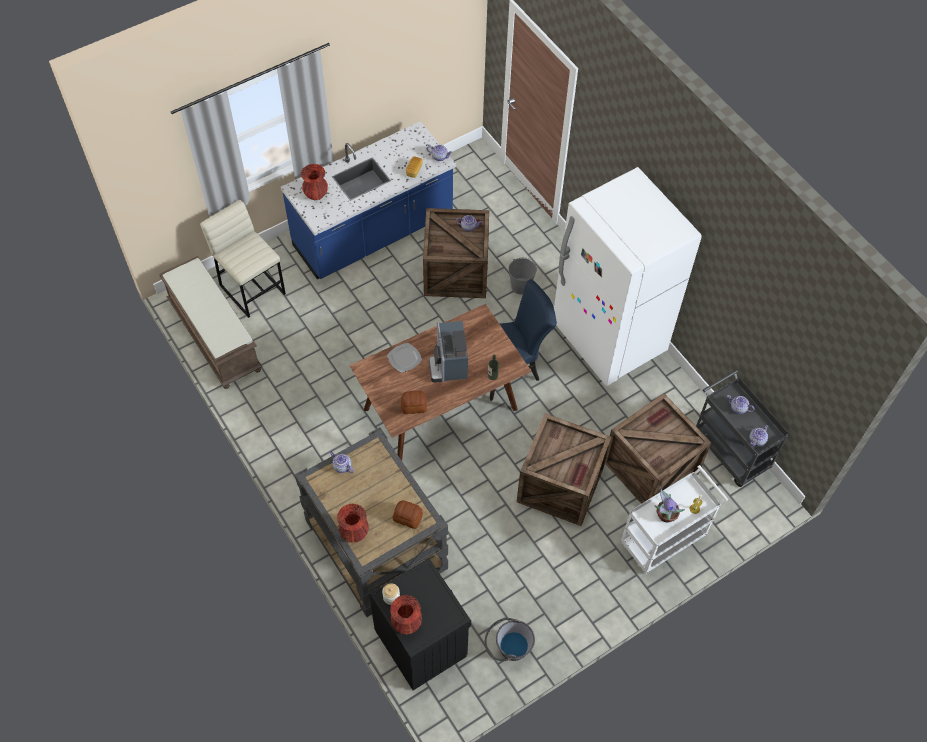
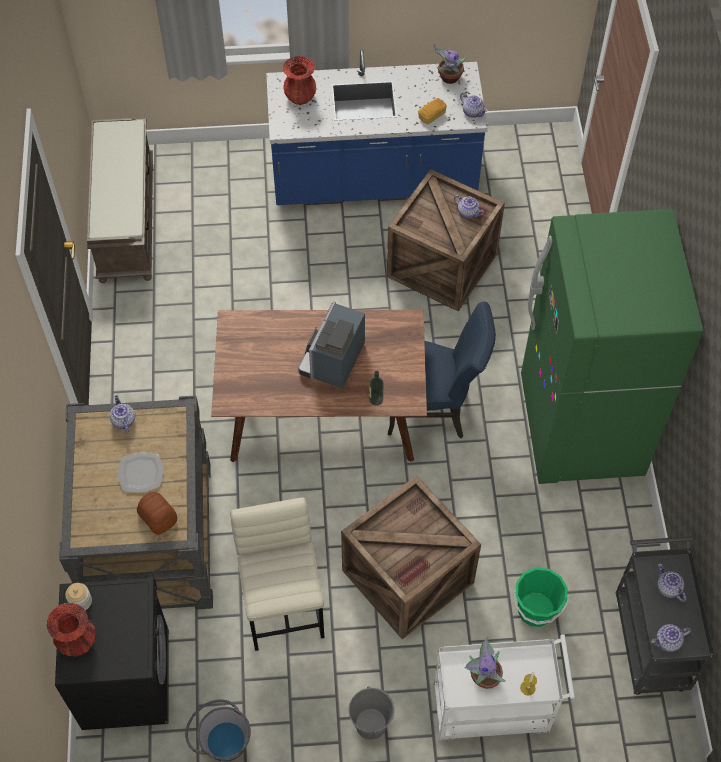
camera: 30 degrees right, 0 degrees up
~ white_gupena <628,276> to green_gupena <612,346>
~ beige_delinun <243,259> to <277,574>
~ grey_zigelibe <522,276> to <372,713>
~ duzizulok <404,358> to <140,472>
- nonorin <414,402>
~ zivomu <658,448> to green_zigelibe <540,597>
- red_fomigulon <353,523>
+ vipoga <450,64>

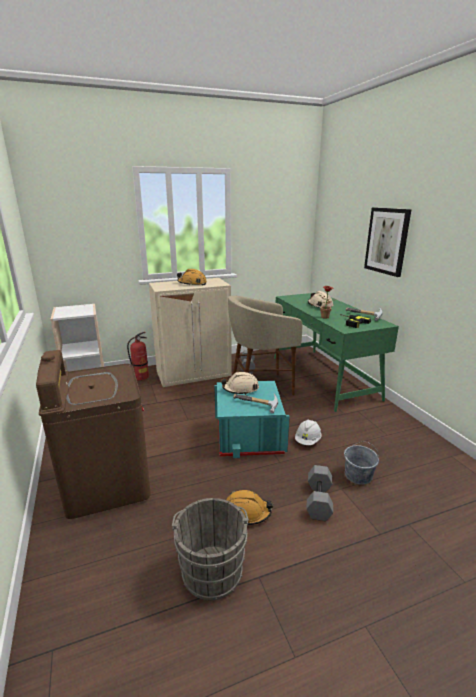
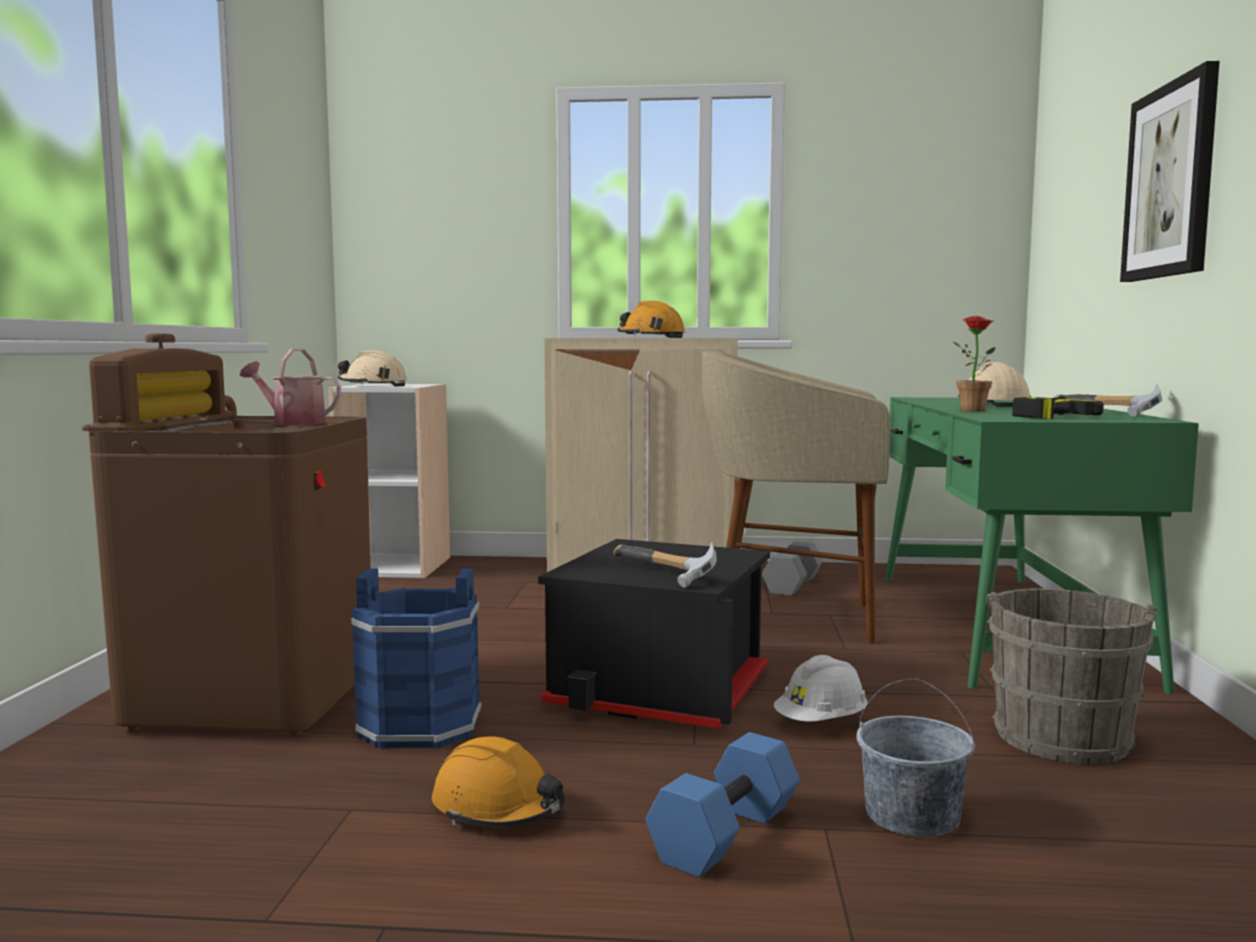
camera: 25 degrees right, 15 degrees down
- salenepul <138,356>
~ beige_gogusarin <240,383> to <372,368>
~ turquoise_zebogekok <252,419> to black_zebogekok <654,633>
~ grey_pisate <319,493> to blue_pisate <722,804>
~ grey_zigelibe <210,549> to <1071,676>
+ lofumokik <290,386>
+ blue_zigelibe <416,658>

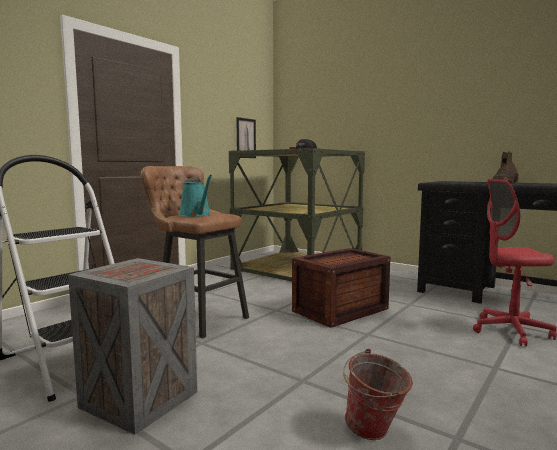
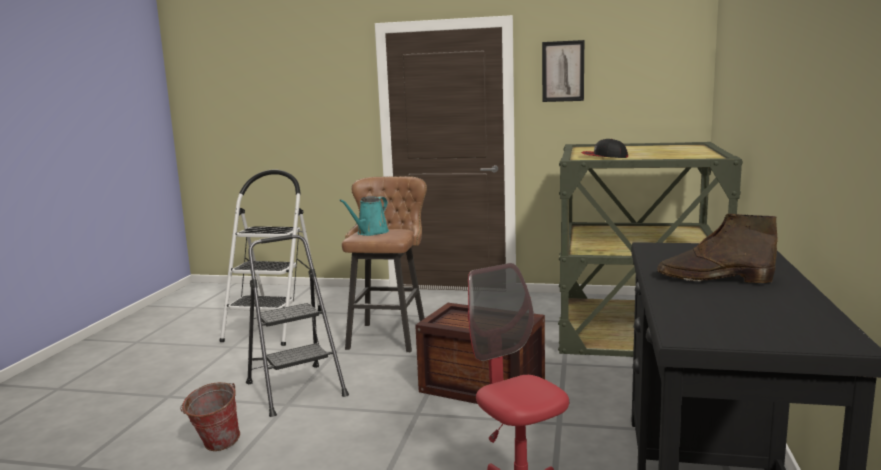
camera: 65 degrees right, 5 degrees up
~ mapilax <246,137> to <563,71>
- zivomu <132,346>
+ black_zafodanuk <297,326>

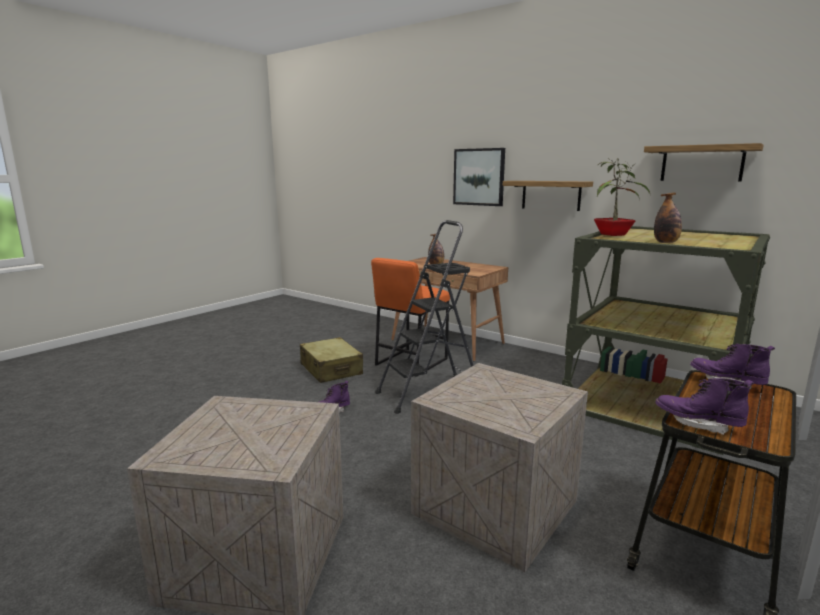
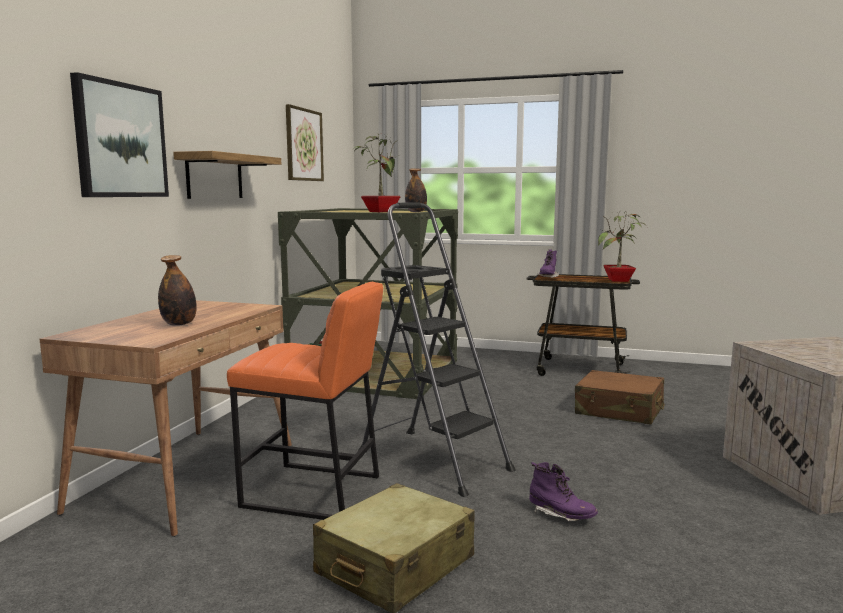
camera: 110 degrees left, 5 degrees down
~ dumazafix <704,162> to mapilax <305,142>
~ zivomu <499,467> to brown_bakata <620,397>
~ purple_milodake <704,406> to vipoga <622,247>

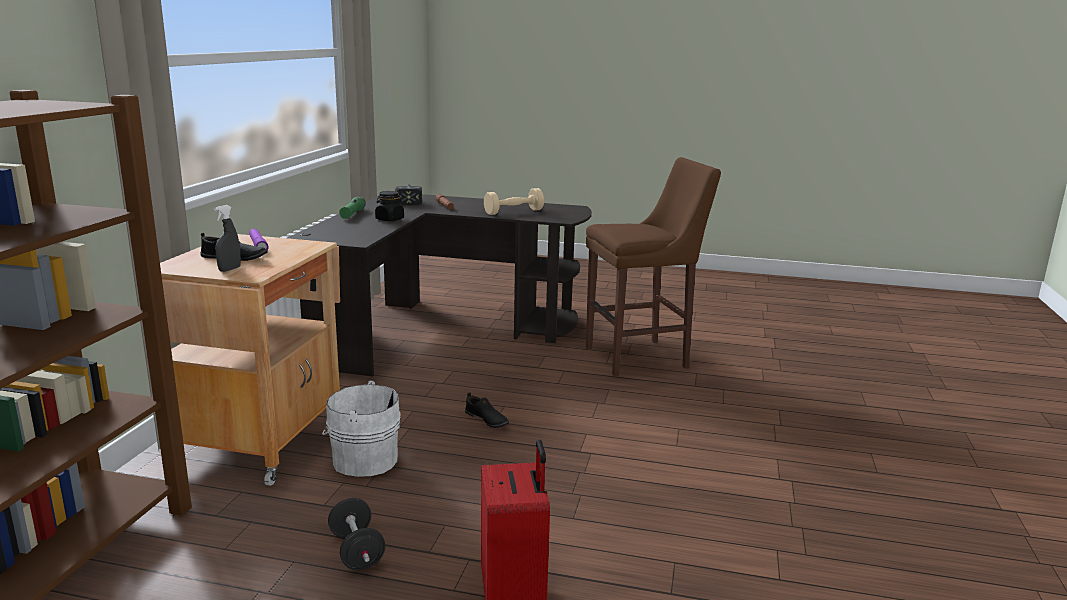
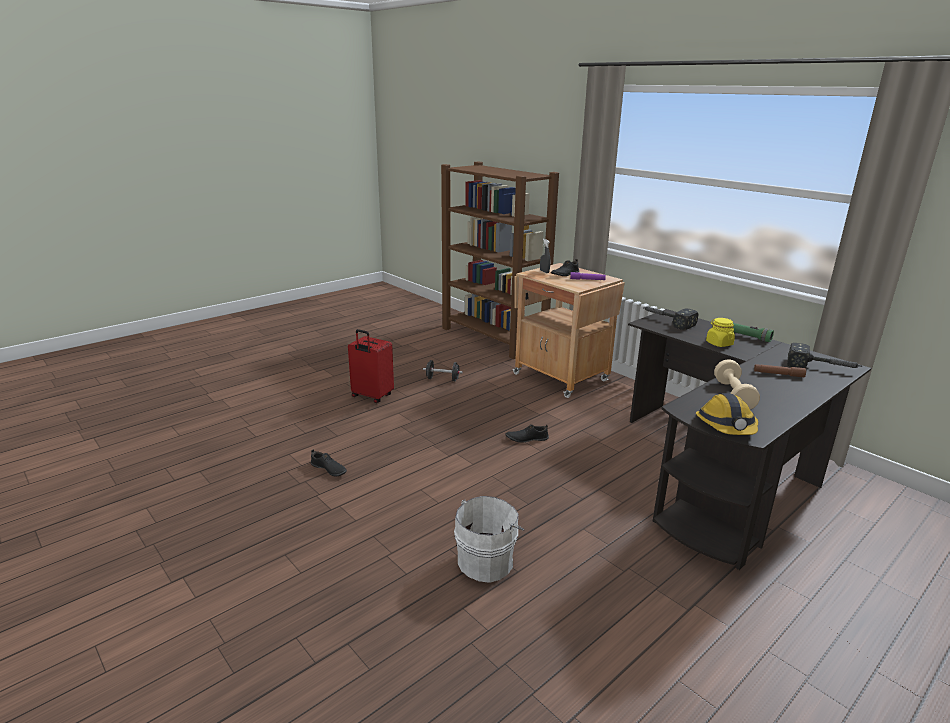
camera: 125 degrees right, 5 degrees up
- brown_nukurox <653,266>
~ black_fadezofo <389,206> to yellow_fadezofo <720,332>
~ white_zigelibe <361,429> to <489,539>
+ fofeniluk <670,318>
+ gogusarin <727,414>
+ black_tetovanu <329,462>

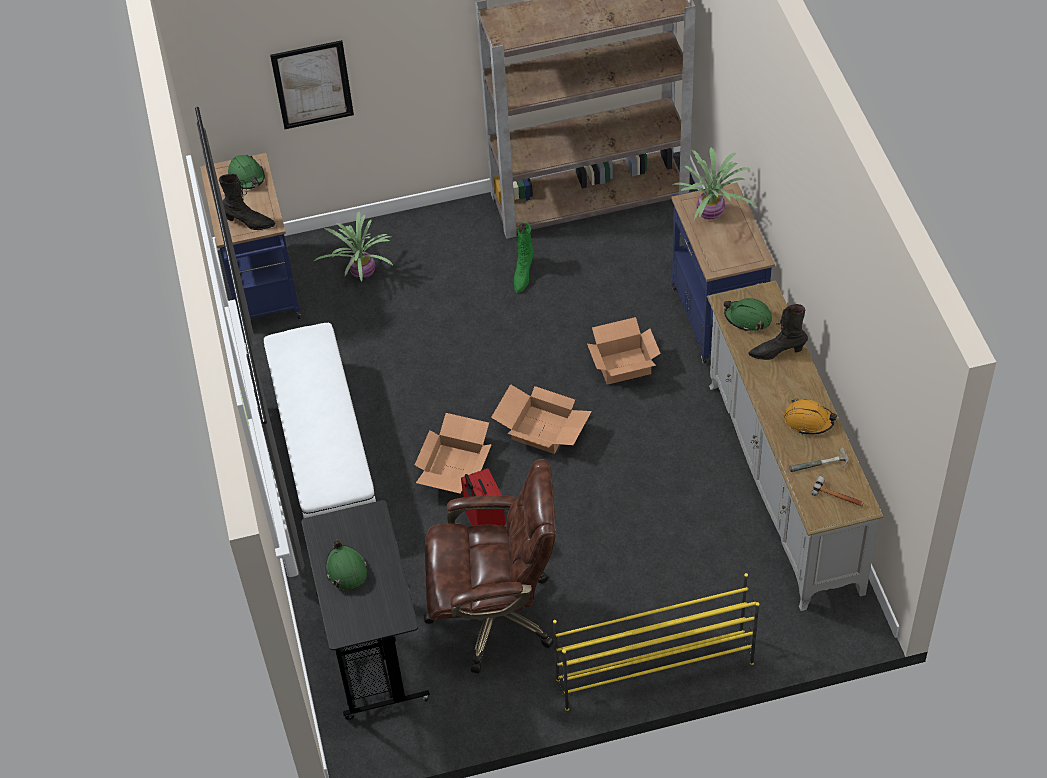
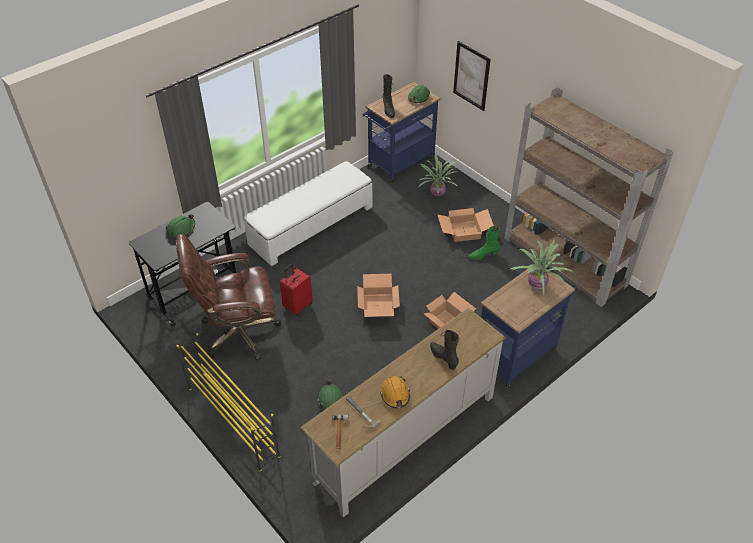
camera: 60 degrees right, 5 degrees down
~ green_gogusarin <748,314> to <330,394>
~ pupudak <453,453> to <465,225>
~ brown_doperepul <490,566> = <228,297> 105 degrees clockwise

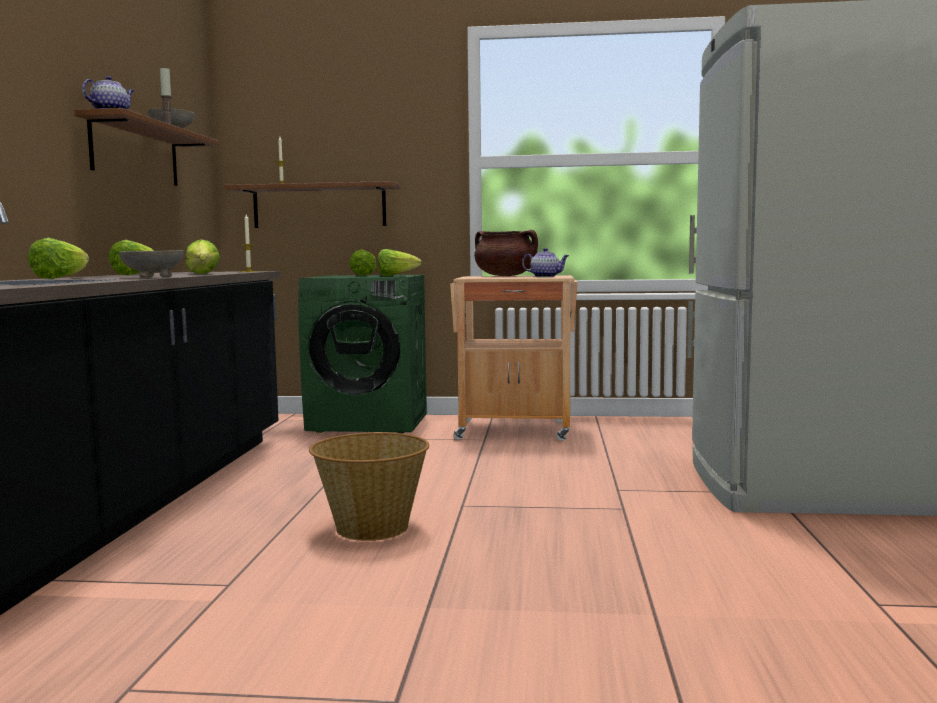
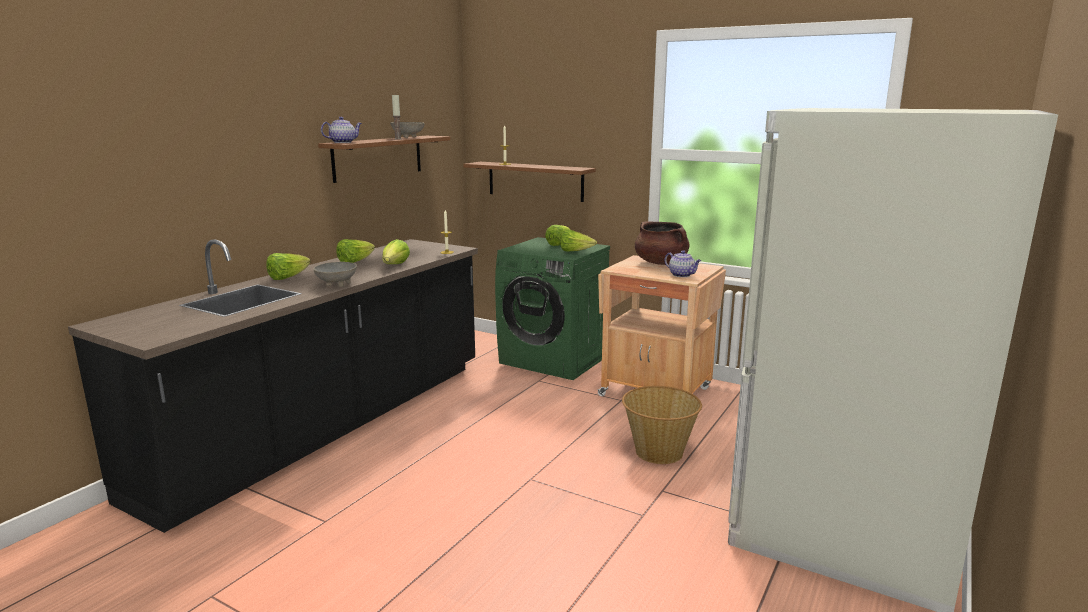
camera: 25 degrees right, 10 degrees up
~ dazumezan <369,486> to <662,425>

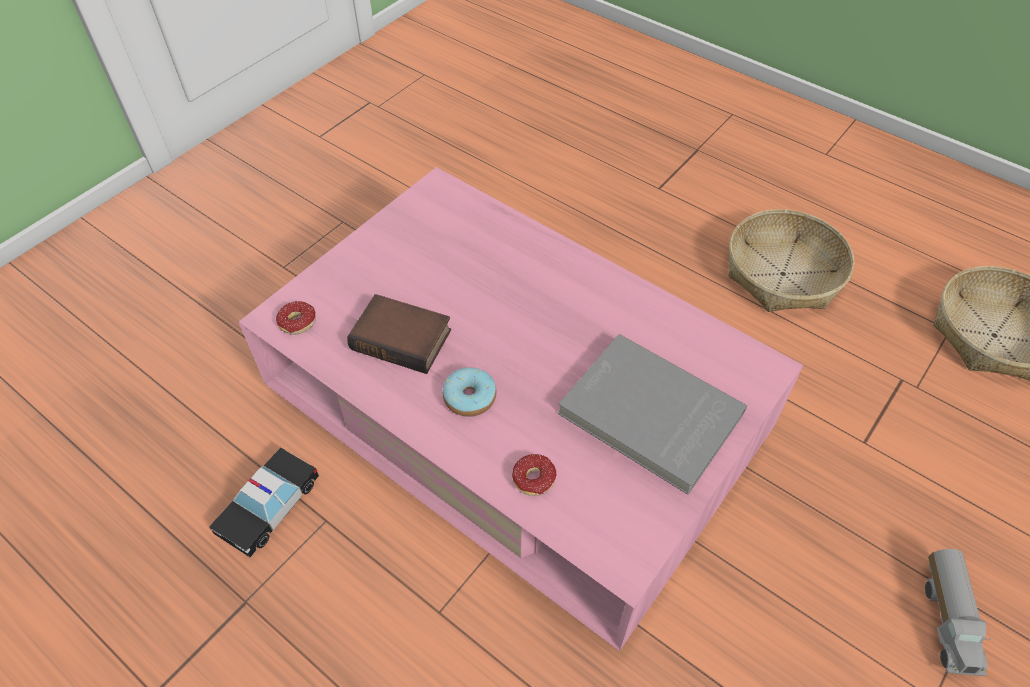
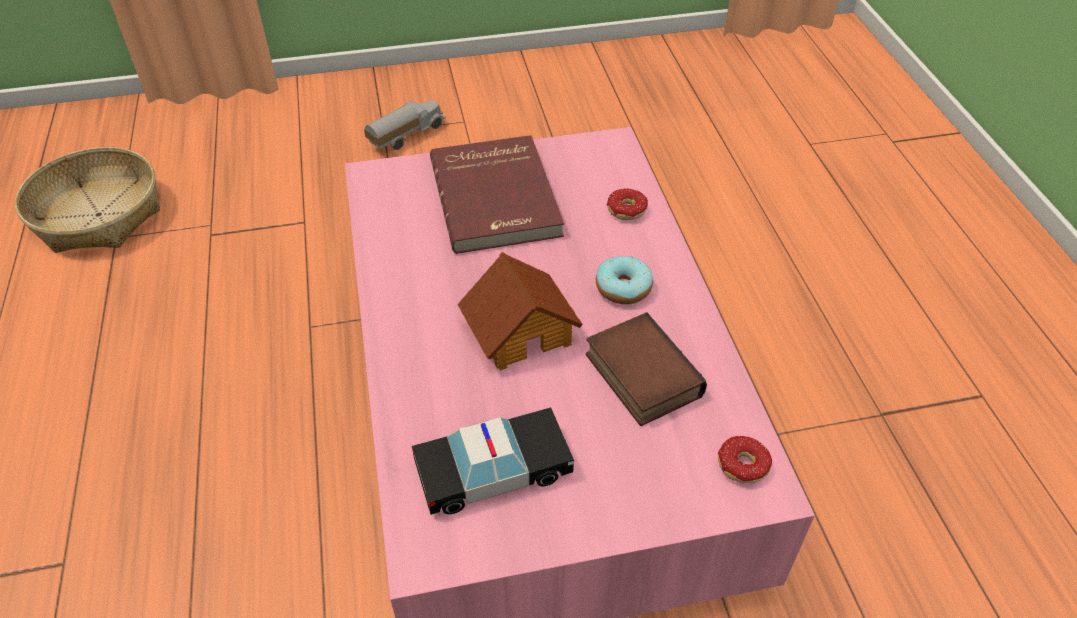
camera: 140 degrees left, 5 degrees down
- dazumezan <791,260>
~ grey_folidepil <652,414> to red_folidepil <497,194>
~ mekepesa <264,502> to <493,461>
+ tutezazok <520,311>

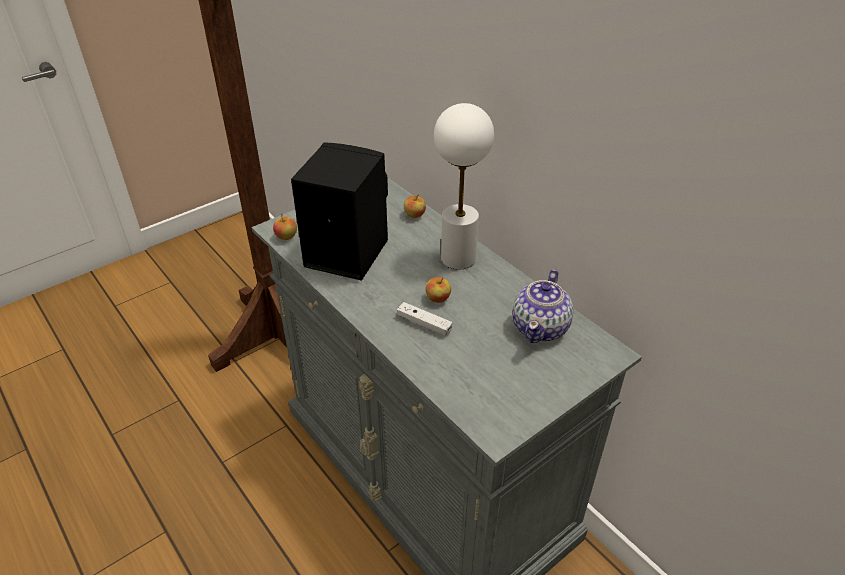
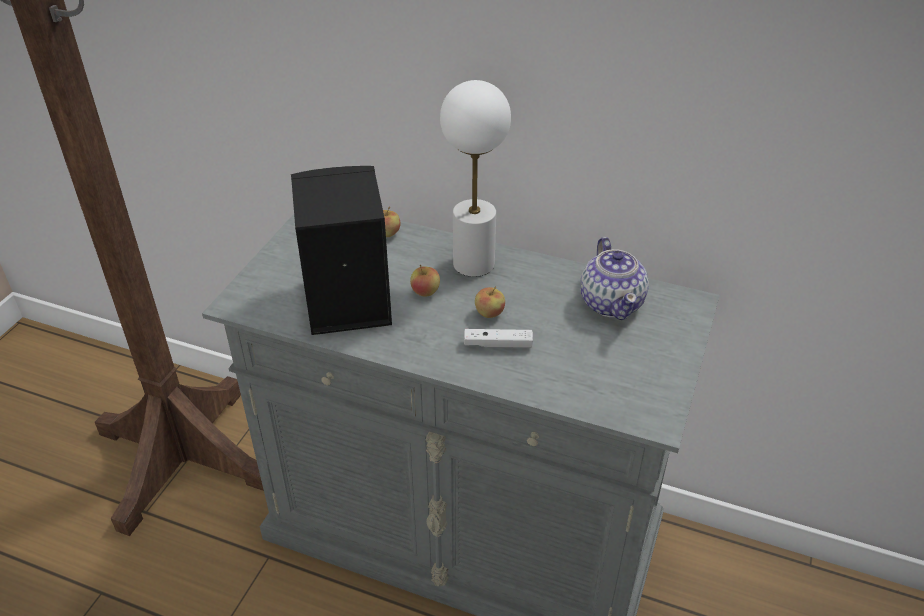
camera: 30 degrees left, 0 degrees up
~ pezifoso <285,227> to <425,280>

